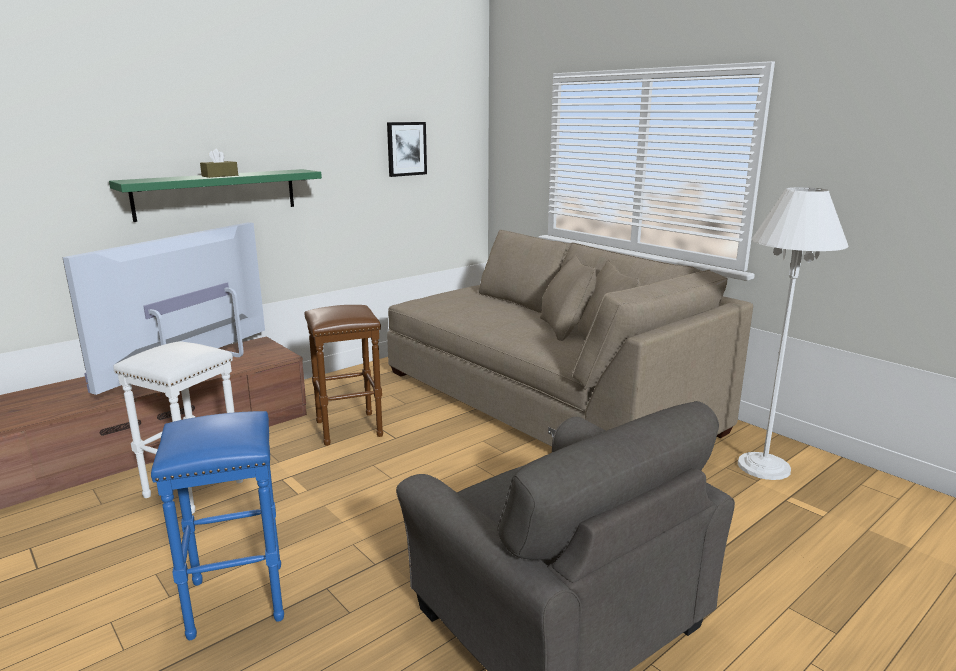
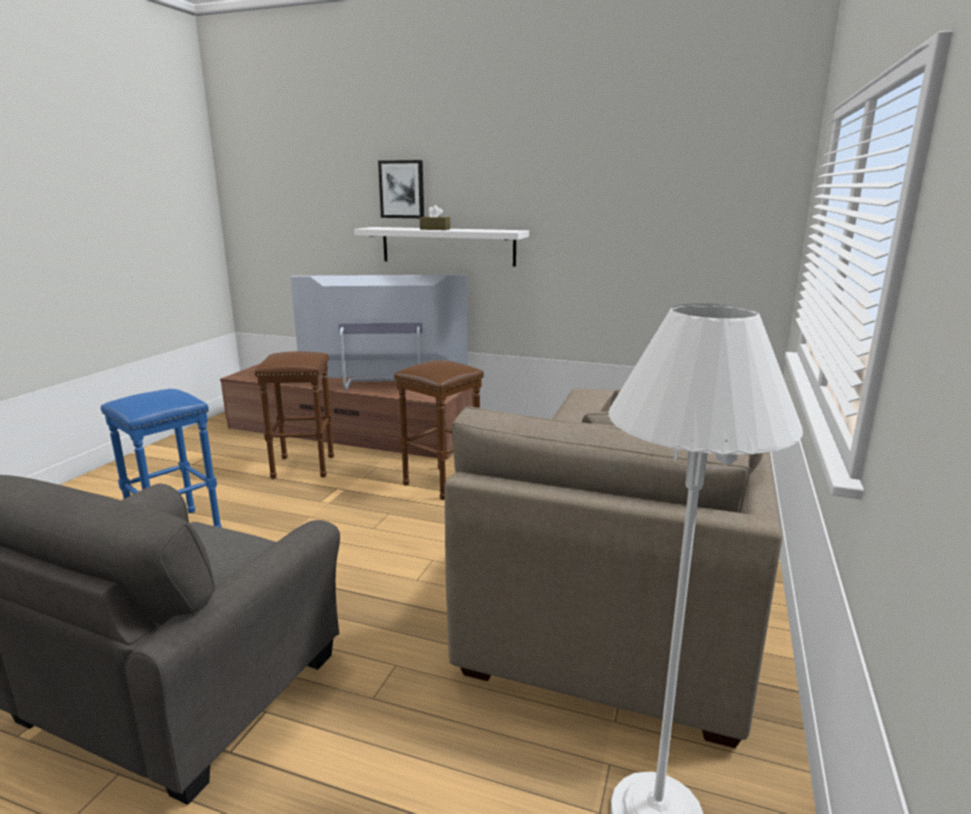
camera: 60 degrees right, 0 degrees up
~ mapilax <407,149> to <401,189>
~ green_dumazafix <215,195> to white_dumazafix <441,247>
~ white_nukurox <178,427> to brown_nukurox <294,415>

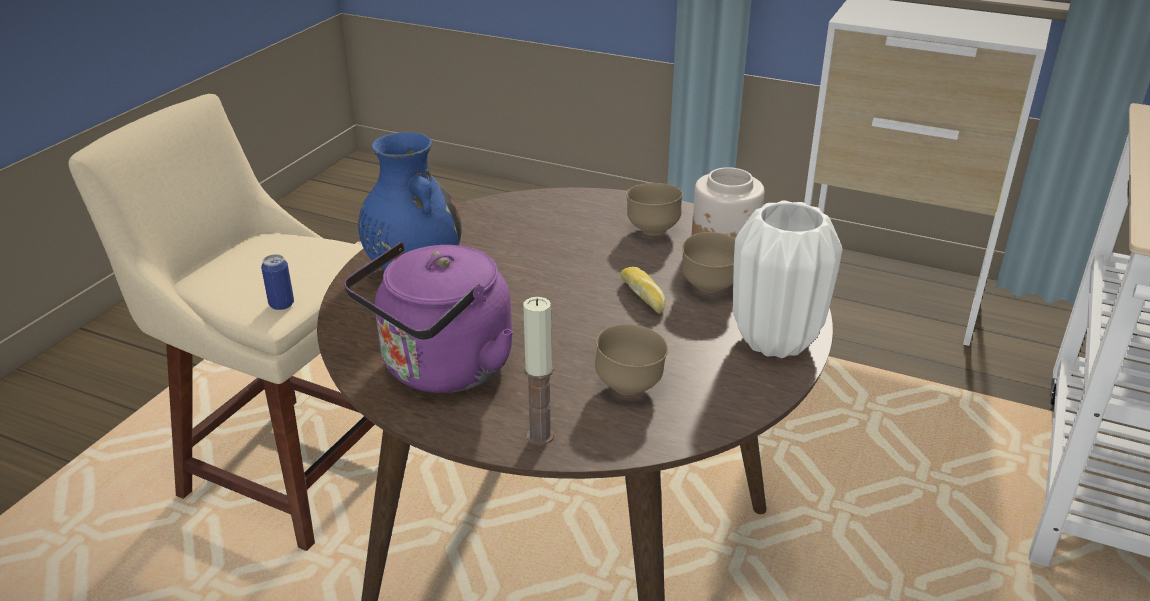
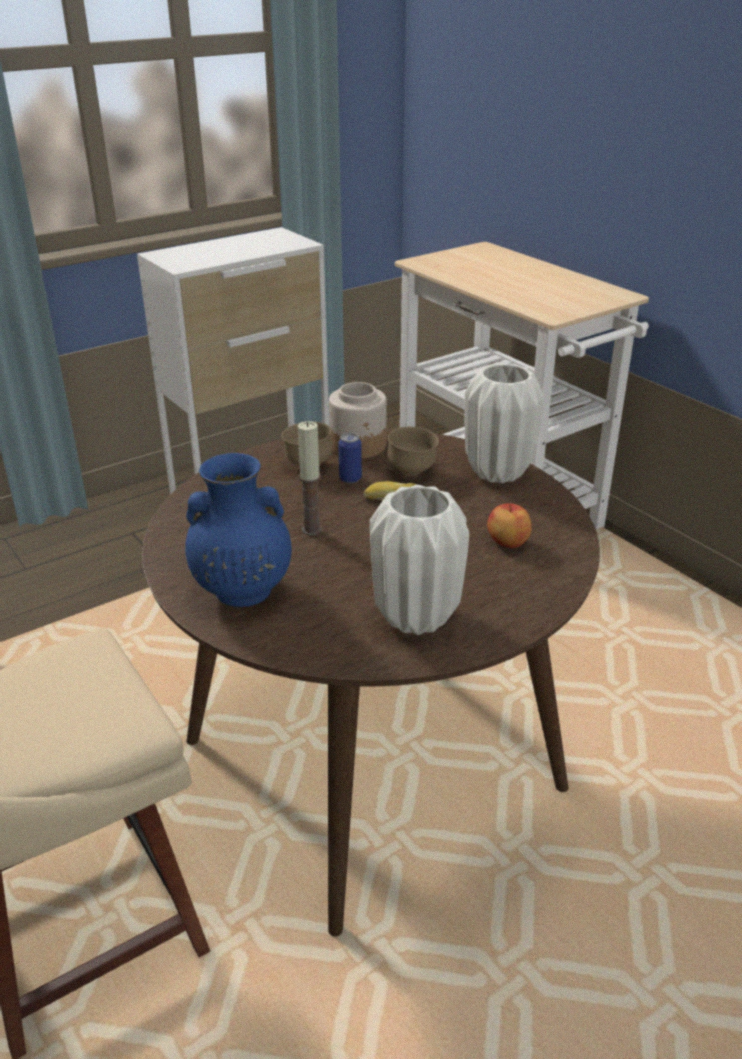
camera: 60 degrees left, 0 degrees up
~ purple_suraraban <428,317> to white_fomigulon <419,560>
~ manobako <277,282> to <350,458>
~ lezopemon <538,371> to <310,478>
~ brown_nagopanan <631,359> to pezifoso <509,525>

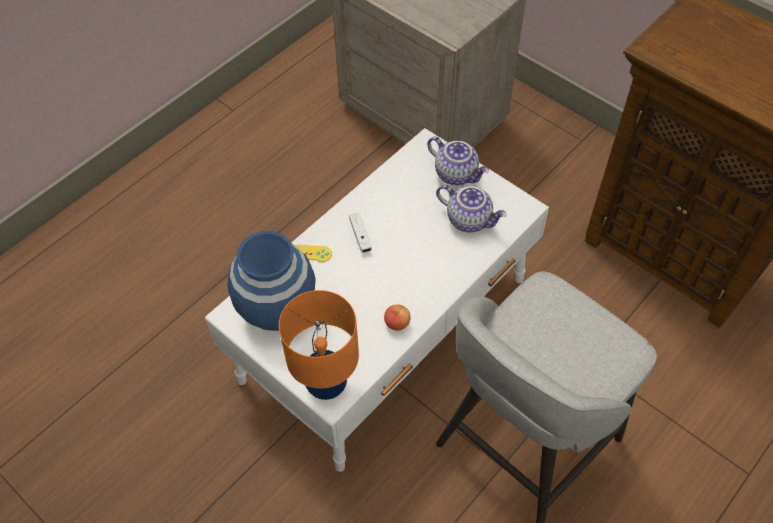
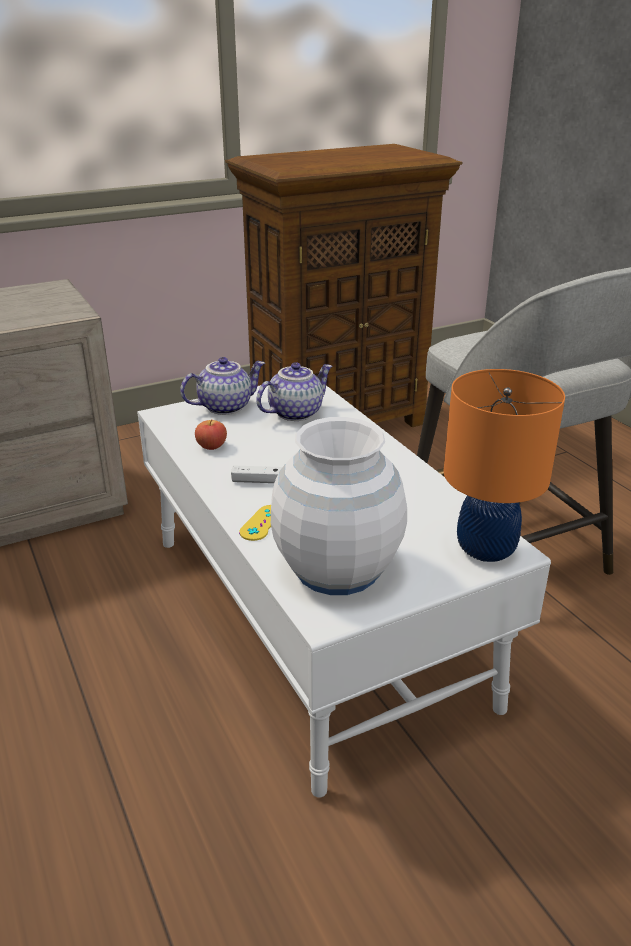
camera: 70 degrees left, 25 degrees down
~ blue_fomigulon <271,281> to white_fomigulon <339,506>
~ pezifoso <397,317> to <211,434>

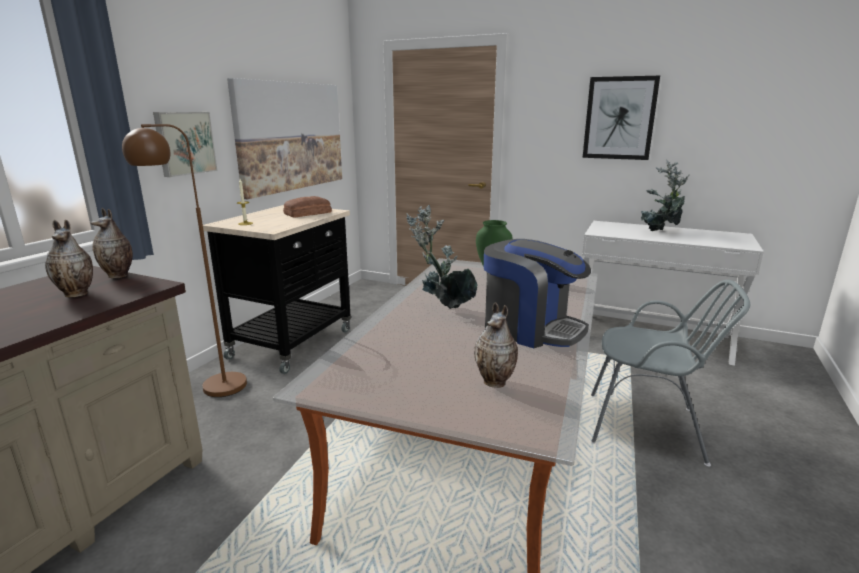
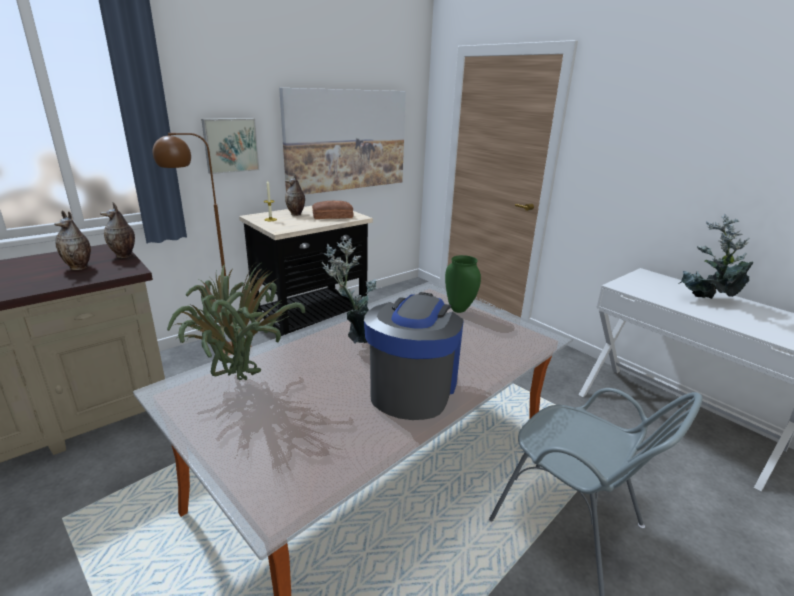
camera: 25 degrees right, 5 degrees up
- mapilax <621,118>
~ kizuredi <537,293> = <414,356> 135 degrees counterclockwise
~ fomigulon <496,345> to <295,194>
+ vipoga <236,321>

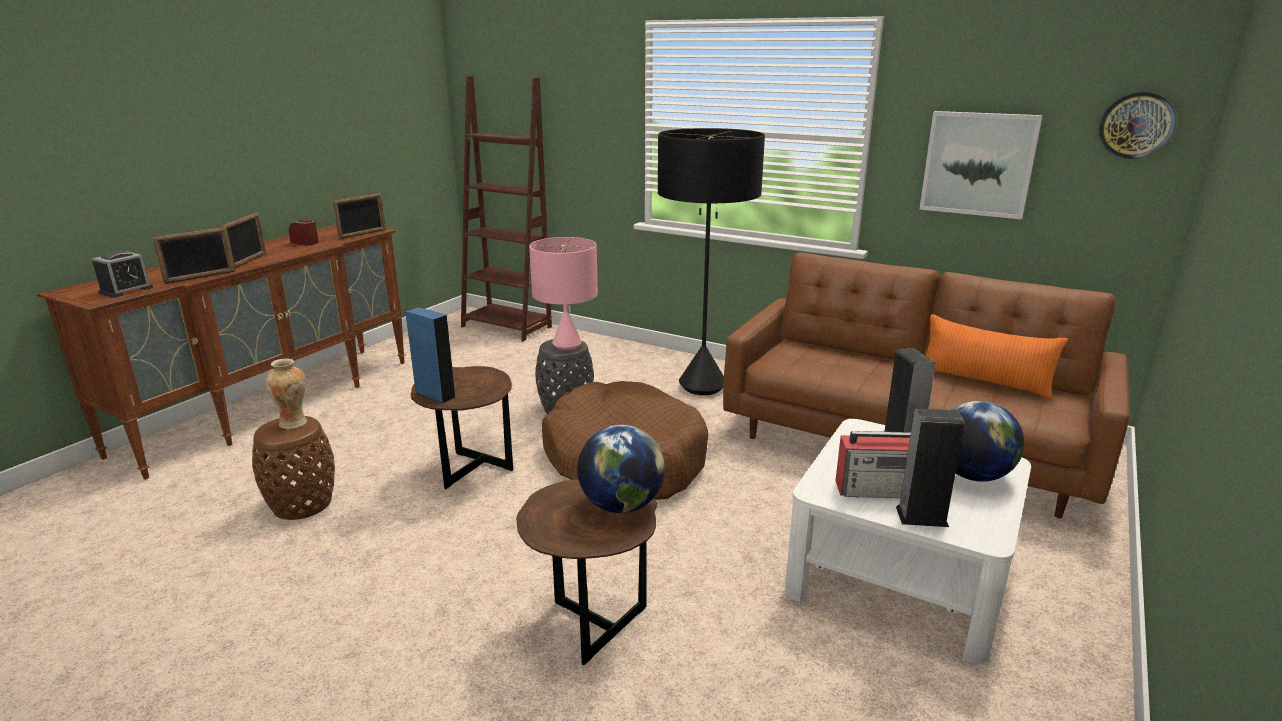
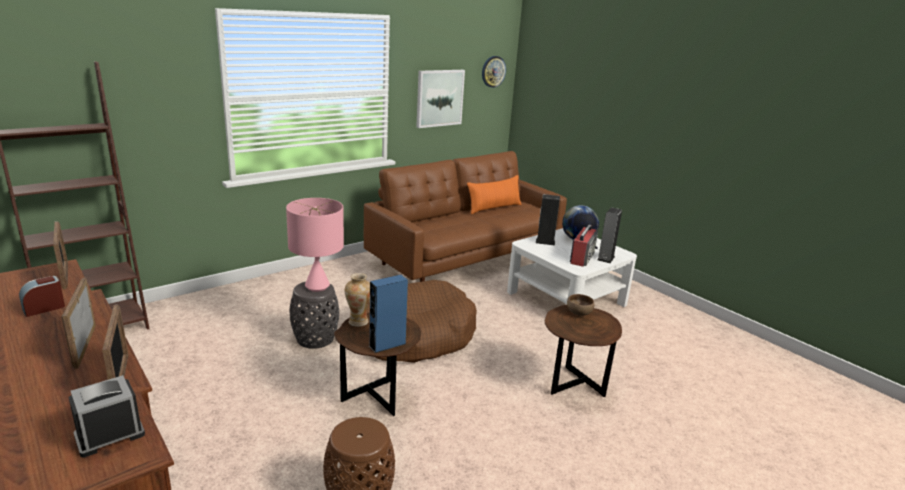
camera: 70 degrees left, 0 degrees up
- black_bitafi <711,261>
~ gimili <243,241> = <78,323> 135 degrees counterclockwise
~ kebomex <122,274> = <107,416> 90 degrees counterclockwise
~ fomigulon <286,393> to <357,300>
~ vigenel <621,469> to brown_nagopanan <580,305>

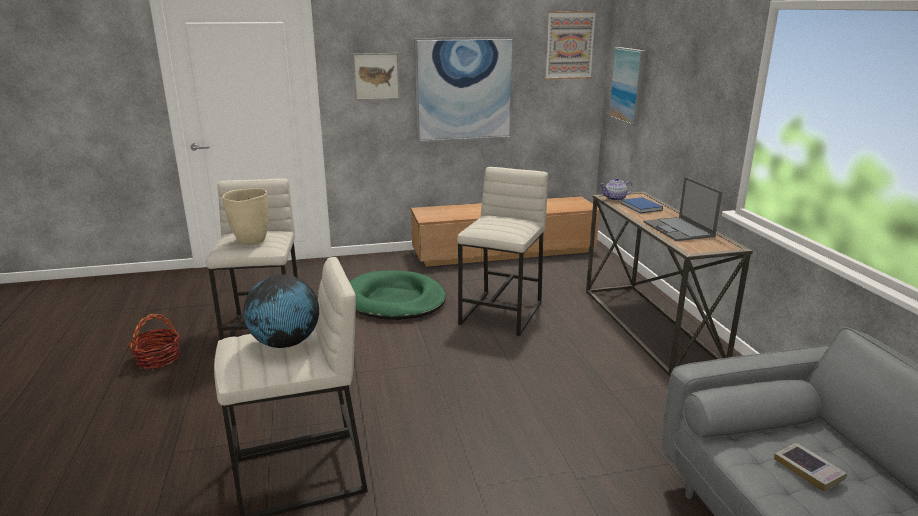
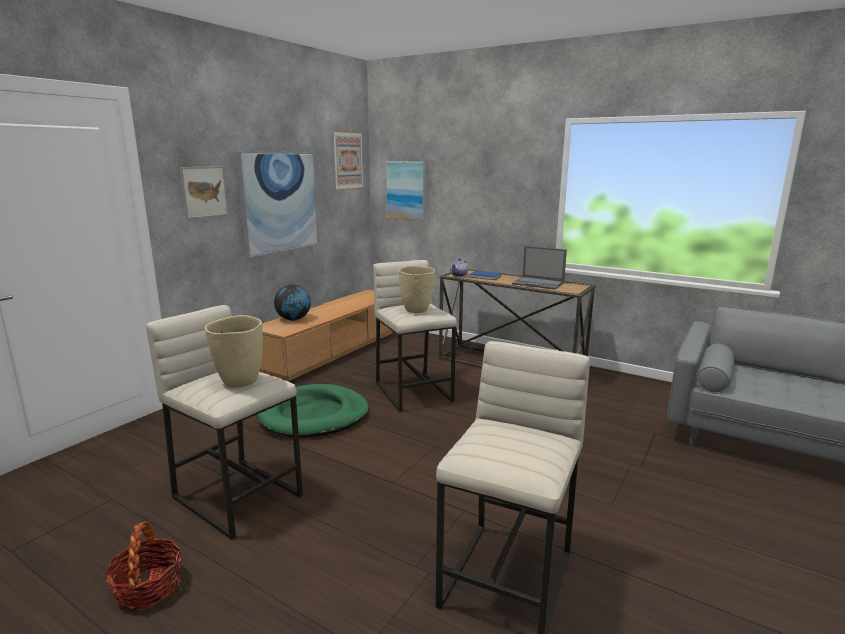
camera: 45 degrees left, 5 degrees down
~ vigenel <281,311> to <292,302>
- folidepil <810,467>
+ beige_fomigulon <417,289>

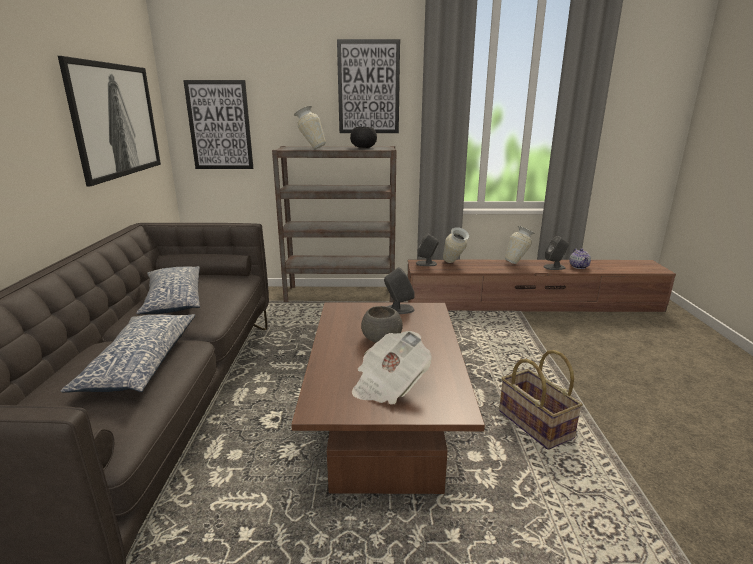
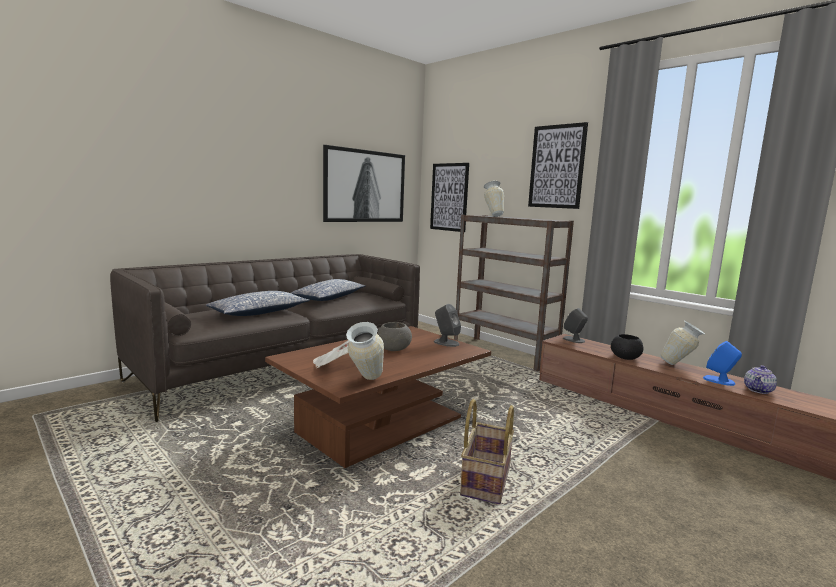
camera: 45 degrees right, 10 degrees down
~ black_nagopanan <363,137> to <627,347>
~ fomigulon <456,245> to <365,351>
~ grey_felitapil <556,253> to blue_felitapil <722,363>

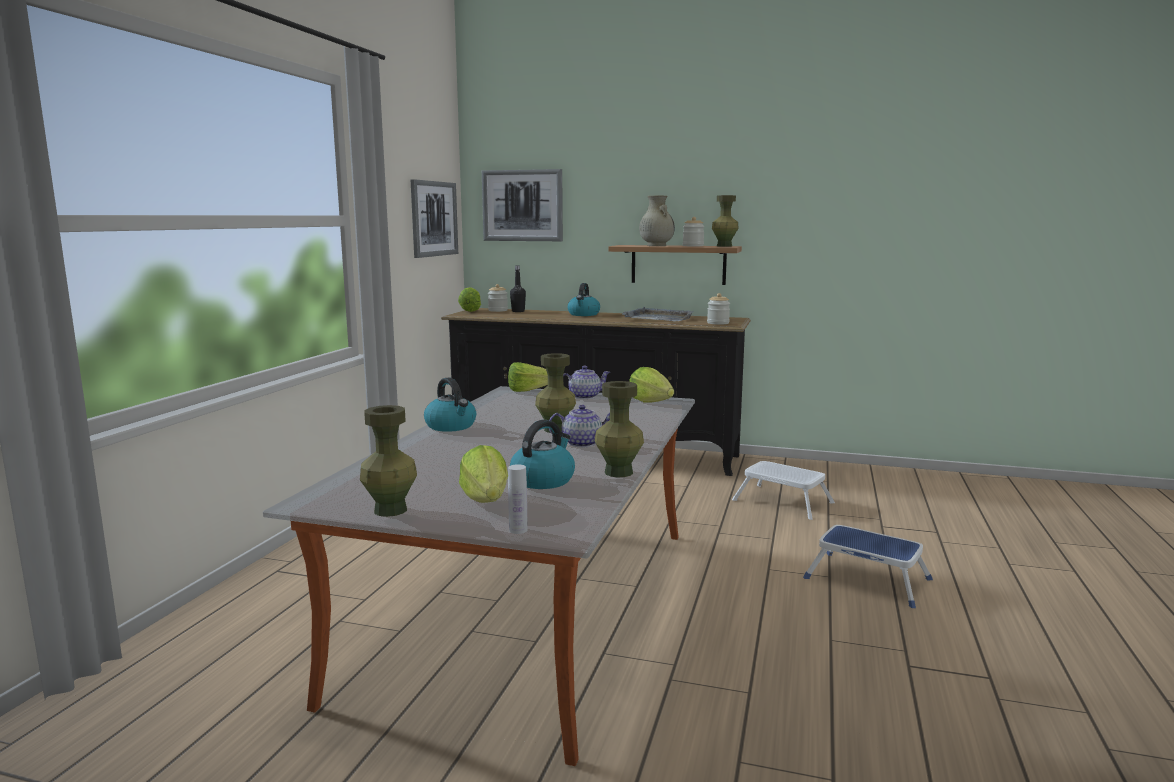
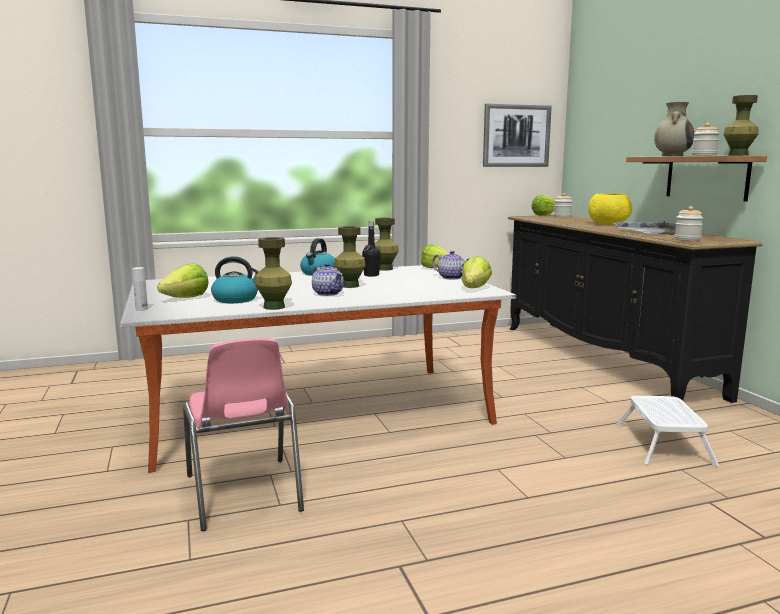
camera: 55 degrees right, 0 degrees up
- mapilax <522,205>
~ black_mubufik <518,288> to <371,248>
~ suraraban <583,299> to yellow_nagopanan <610,209>
~ green_fomigulon <388,461> to <387,244>
- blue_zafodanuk <868,566>
+ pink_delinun <243,434>

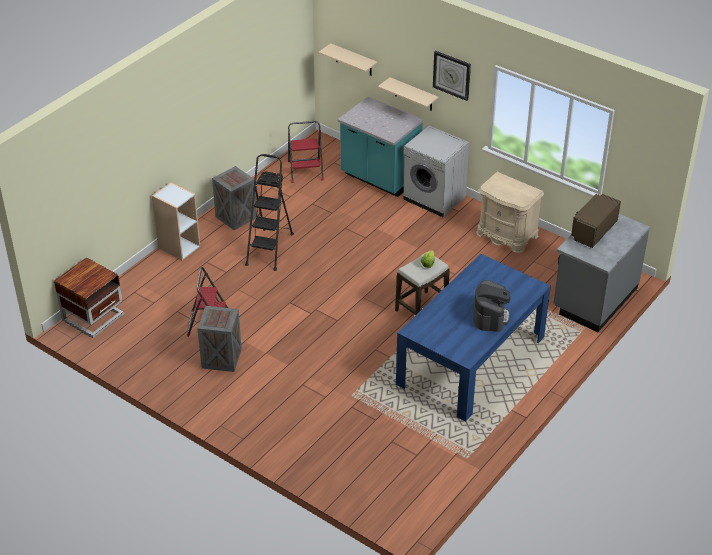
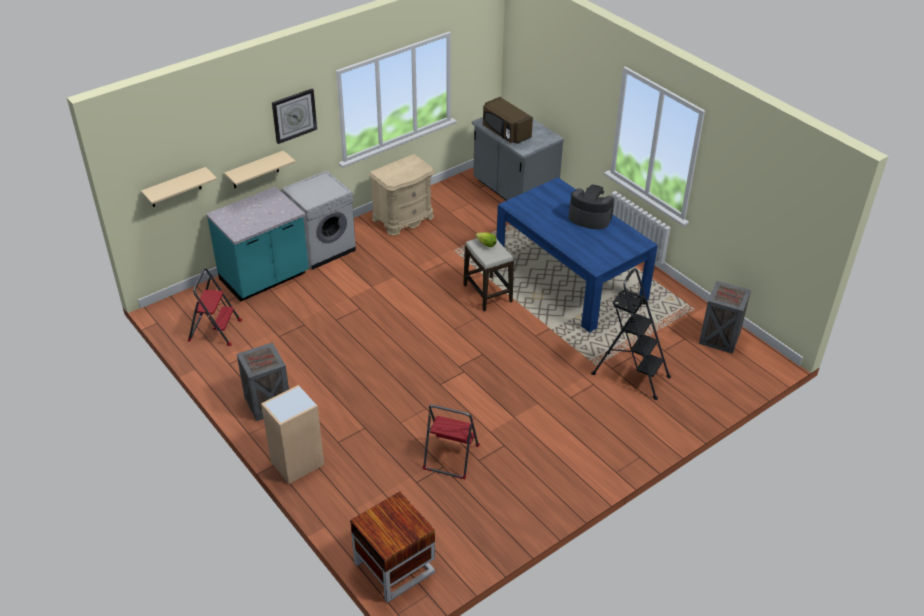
camera: 75 degrees left, 0 degrees up
~ zafodanuk <269,212> to <631,334>
~ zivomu <219,339> to <725,317>

